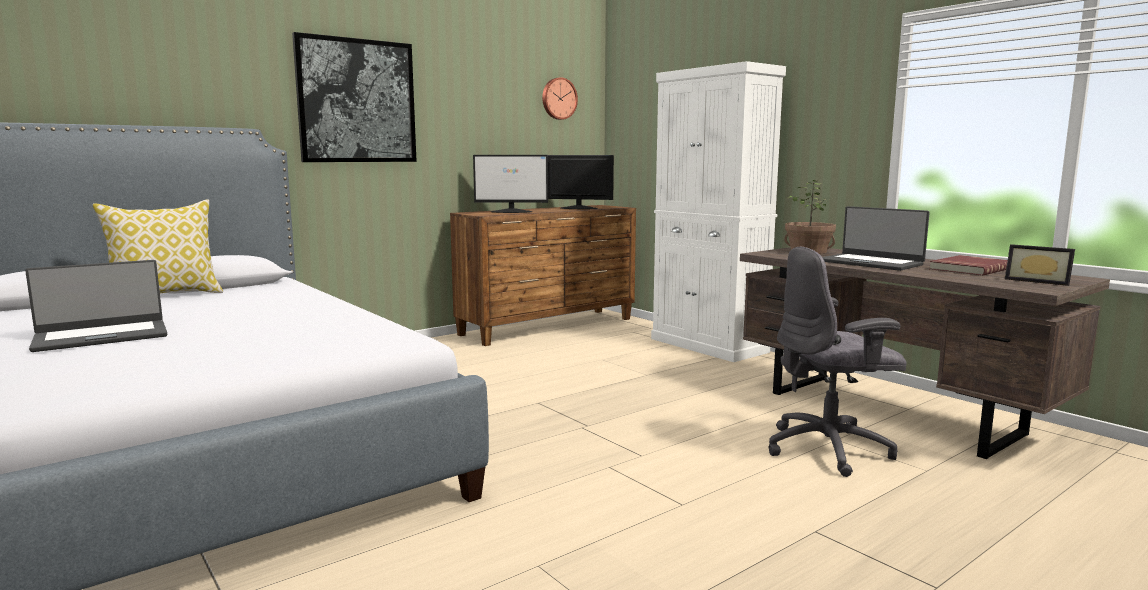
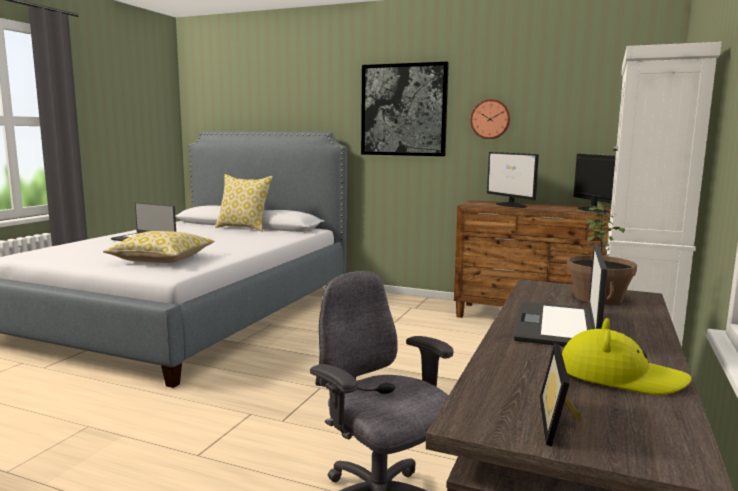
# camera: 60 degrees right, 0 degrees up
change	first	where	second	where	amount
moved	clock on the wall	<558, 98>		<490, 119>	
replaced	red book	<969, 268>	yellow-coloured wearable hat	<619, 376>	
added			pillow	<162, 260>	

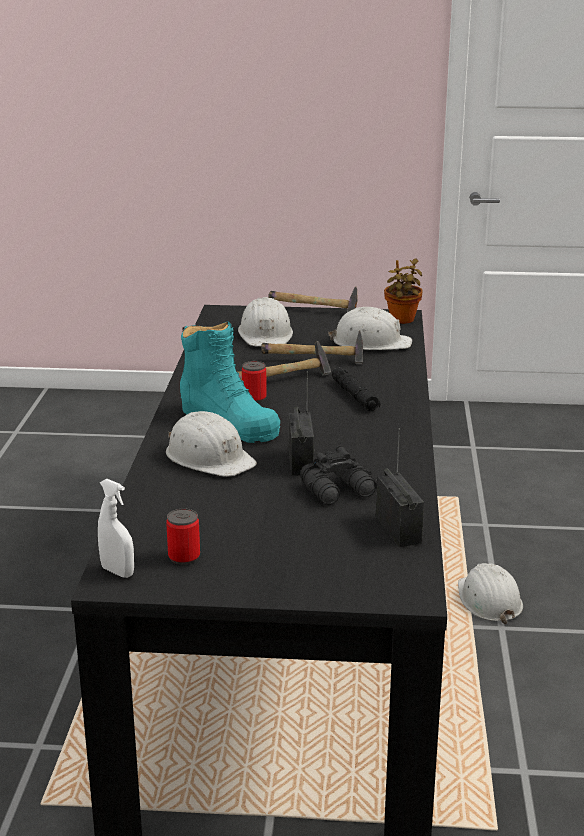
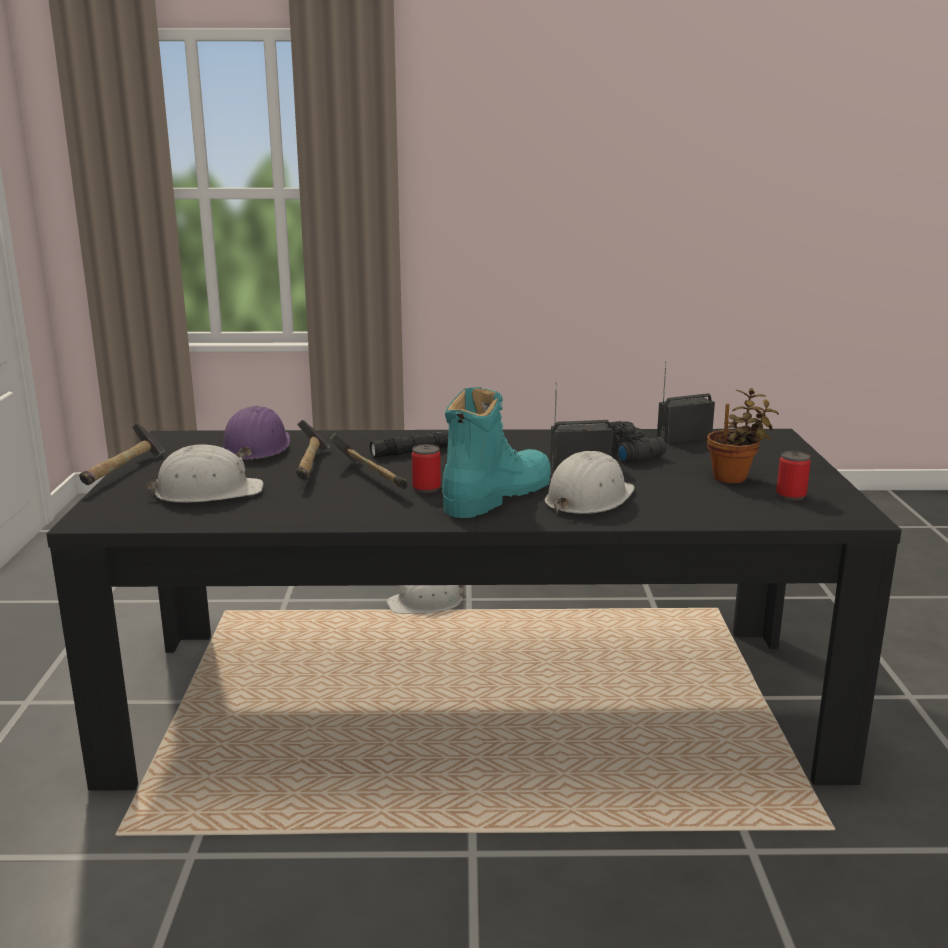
# camera: 95 degrees left, 5 degrees down
change	first	where	second	where	amount
removed	whitish spray bottle	<117, 572>			
recoloured	whitish work helmet	<371, 342>	purple-coloured work helmet	<256, 447>	
moved	plant in a pot	<402, 320>		<734, 478>	

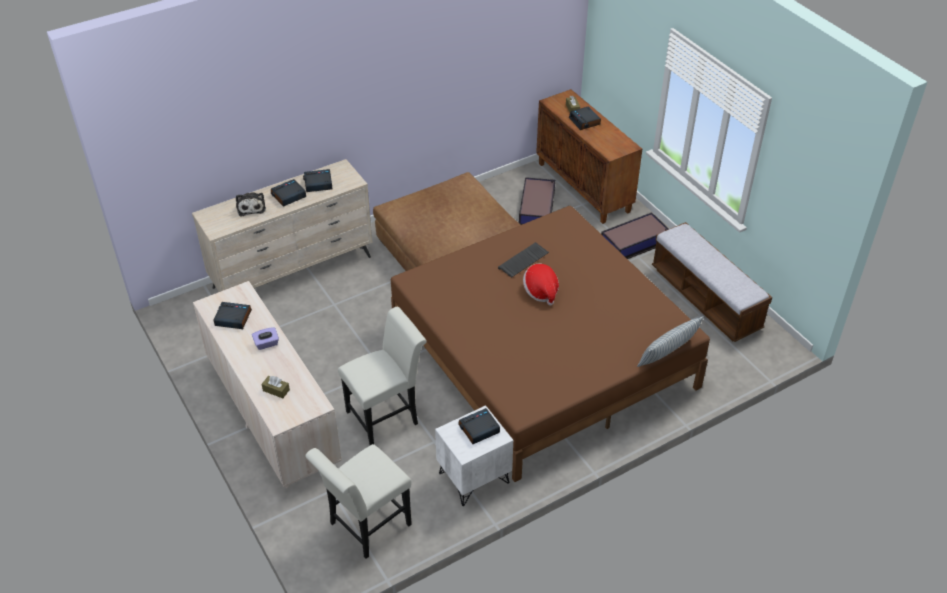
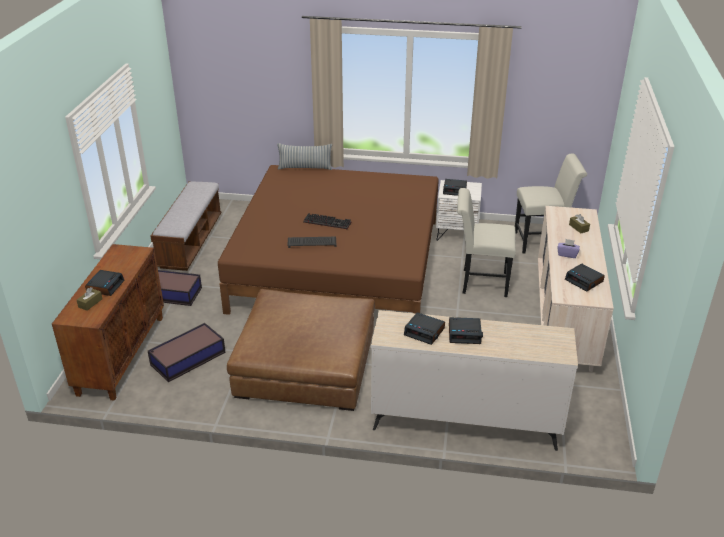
# camera: 140 degrees left, 10 degrees down
change	first	where	second	where	amount
removed	plush toy	<251, 207>			
replaced	wearable hat	<541, 291>	keyboard	<328, 222>	

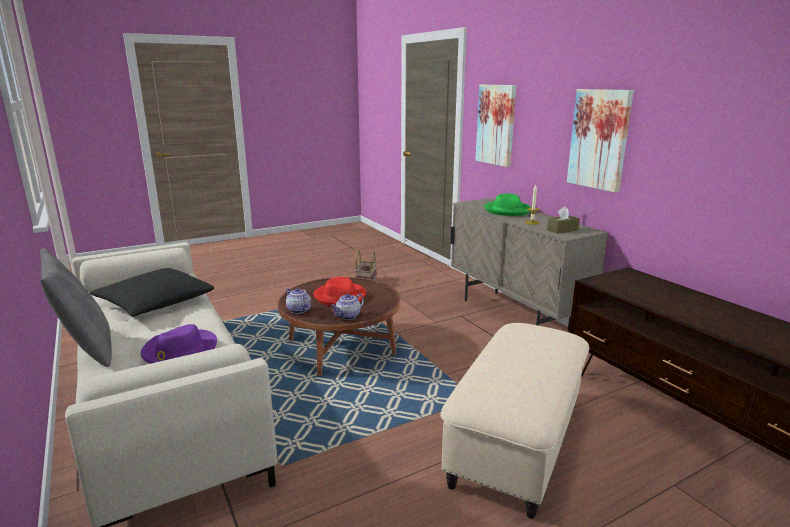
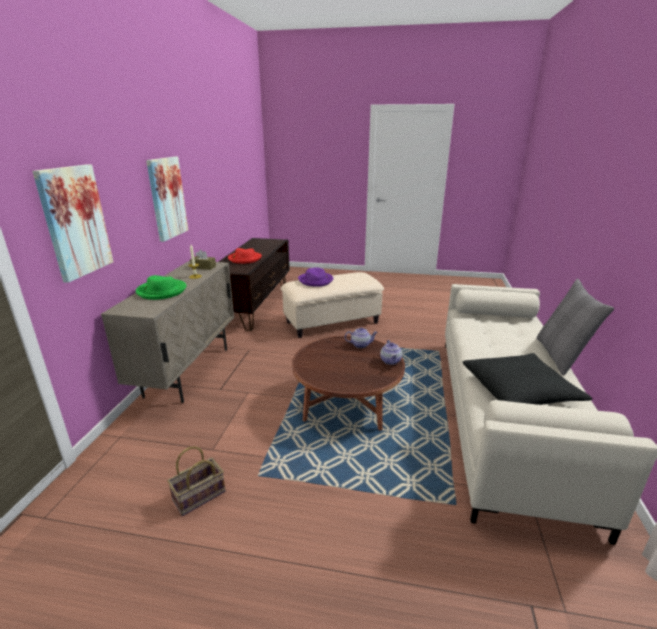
# camera: 140 degrees left, 5 degrees up
change	first	where	second	where	amount
moved	purple-coloured wearable hat	<179, 351>		<316, 281>	
moved	red wearable hat	<340, 296>		<244, 259>	

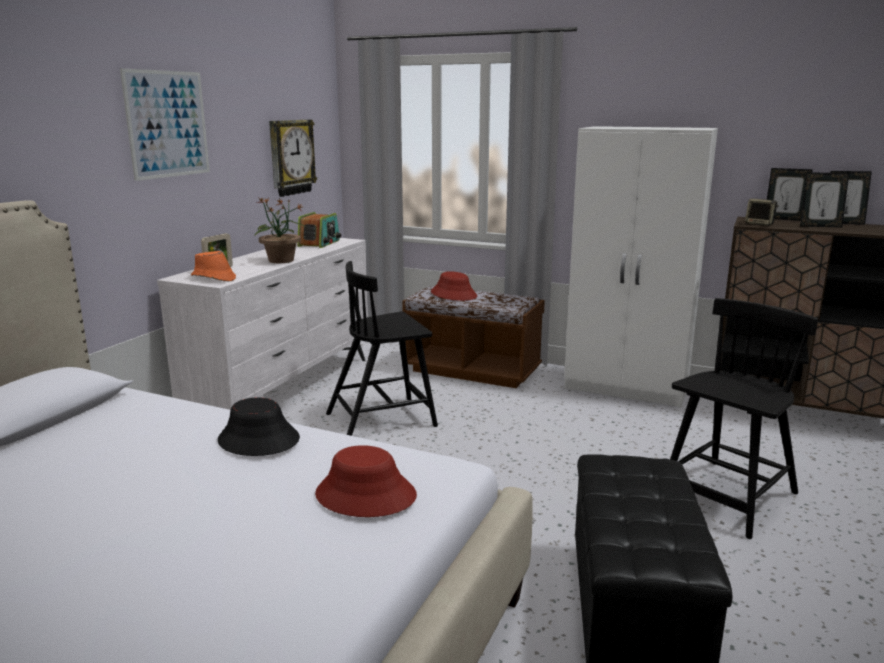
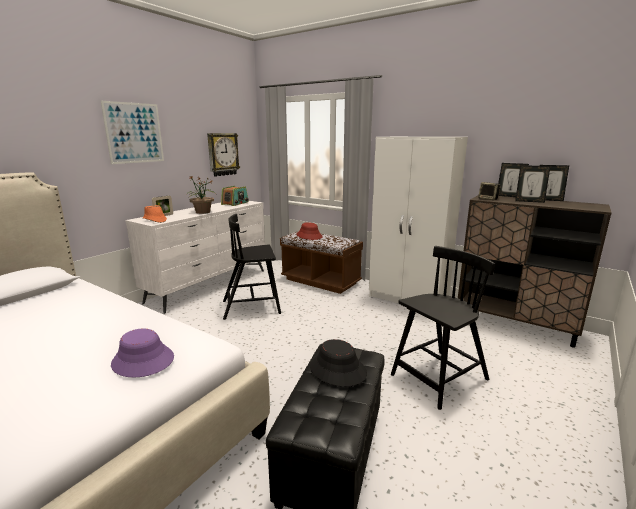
# camera: 10 degrees right, 0 degrees up
change	first	where	second	where	amount
moved	black-coloured wearable hat	<258, 440>		<337, 370>	
recoloured	red wearable hat	<365, 495>	purple-coloured wearable hat	<142, 361>	

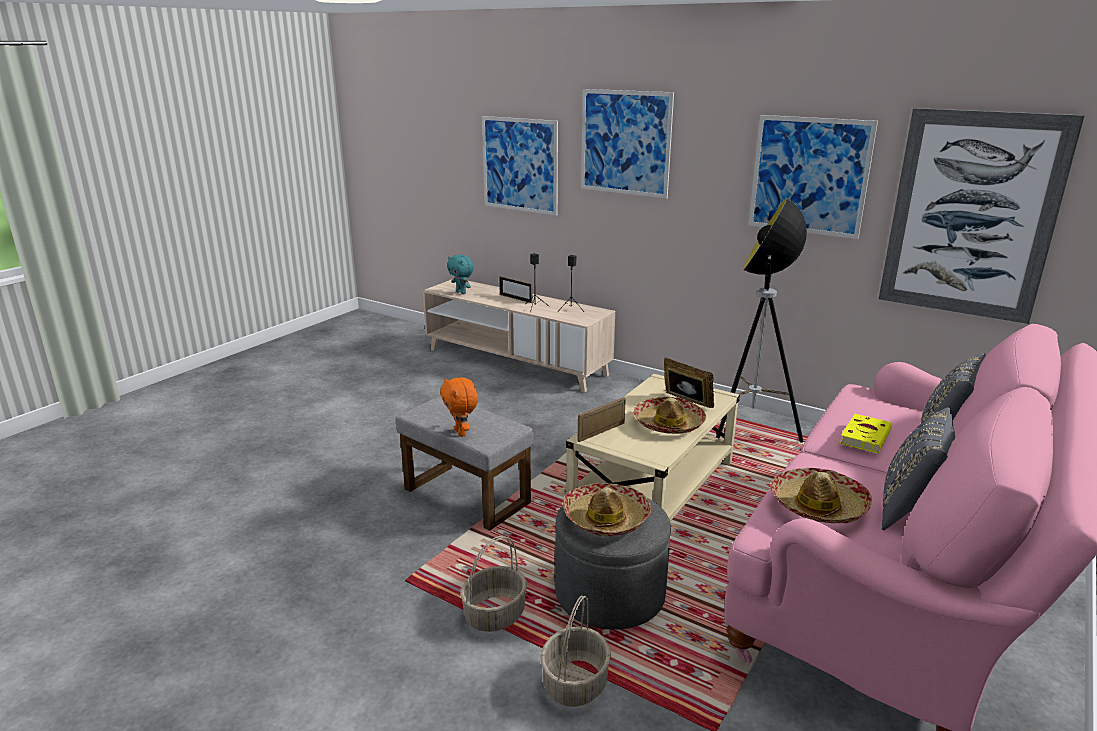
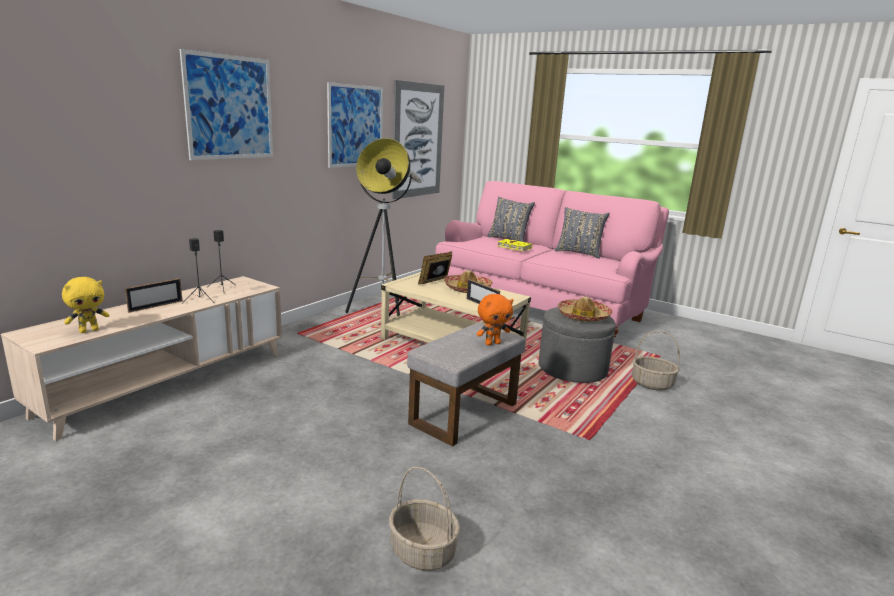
# camera: 90 degrees left, 5 degrees down
change	first	where	second	where	amount
recoloured	blue-green plush toy	<461, 292>	yellow-coloured plush toy	<89, 330>	
moved	storage basket	<495, 614>		<421, 552>	
removed	wall art	<520, 165>			
removed	wearable hat	<818, 505>			

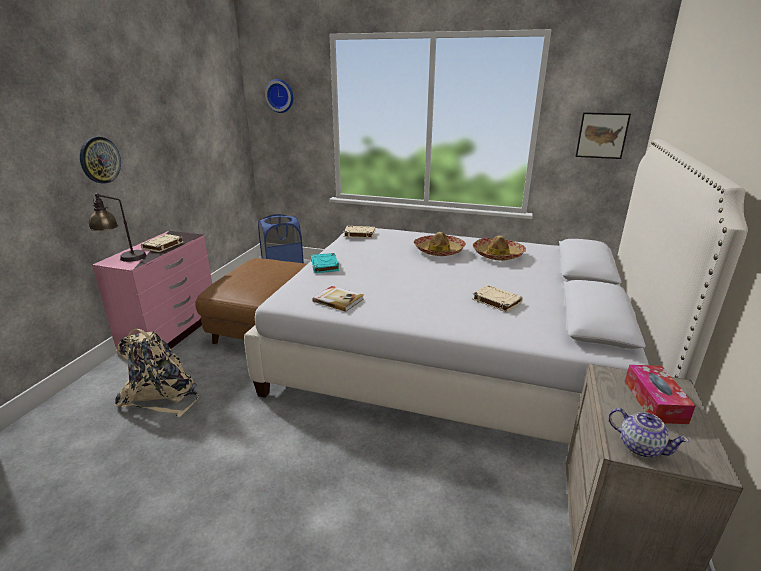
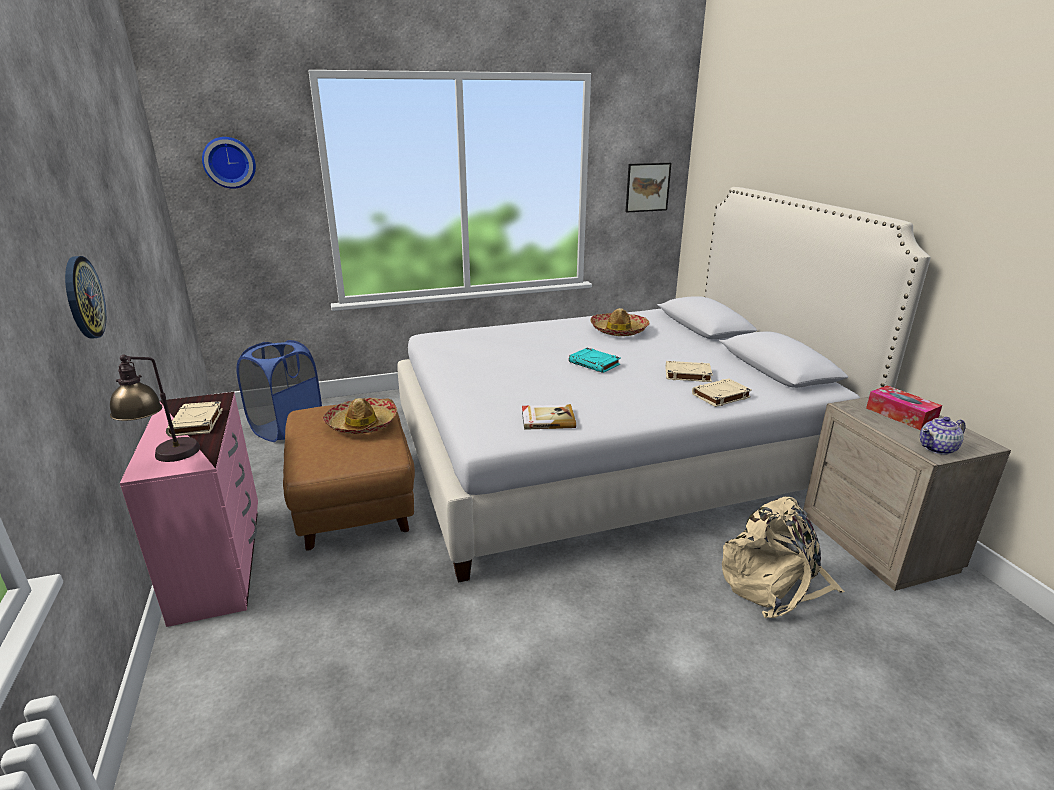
# camera: 35 degrees left, 0 degrees up
change	first	where	second	where	amount
moved	beige knapsack	<162, 395>		<774, 583>	
moved	blue-green book	<325, 266>		<595, 364>	
moved	beige book	<359, 234>		<720, 396>	
moved	wearable hat	<439, 251>		<362, 424>	
turned	teapot	<640, 446>		<938, 448>	150 degrees clockwise

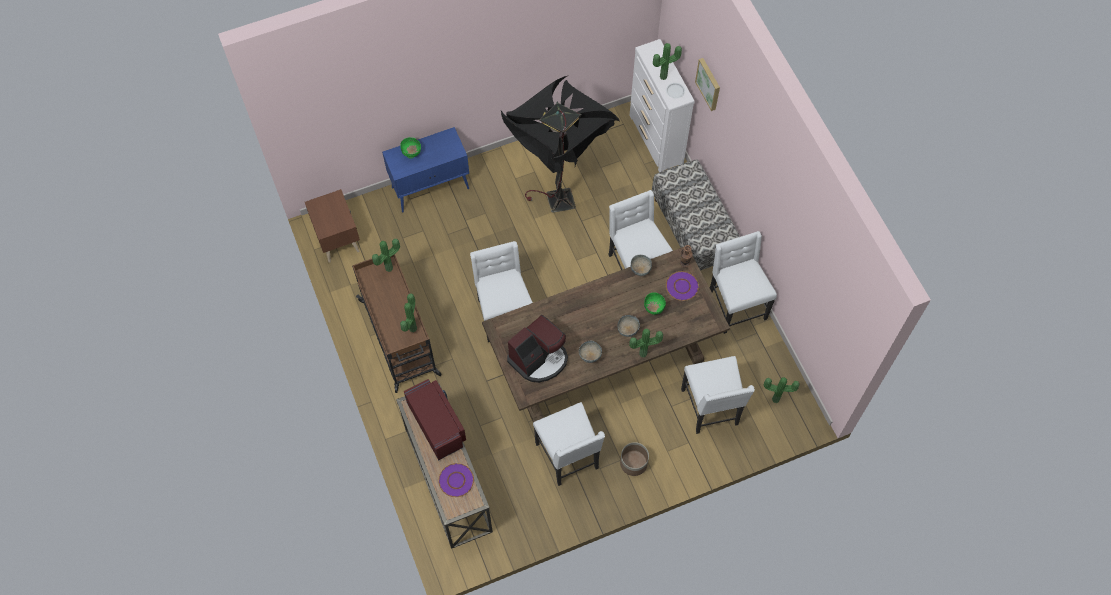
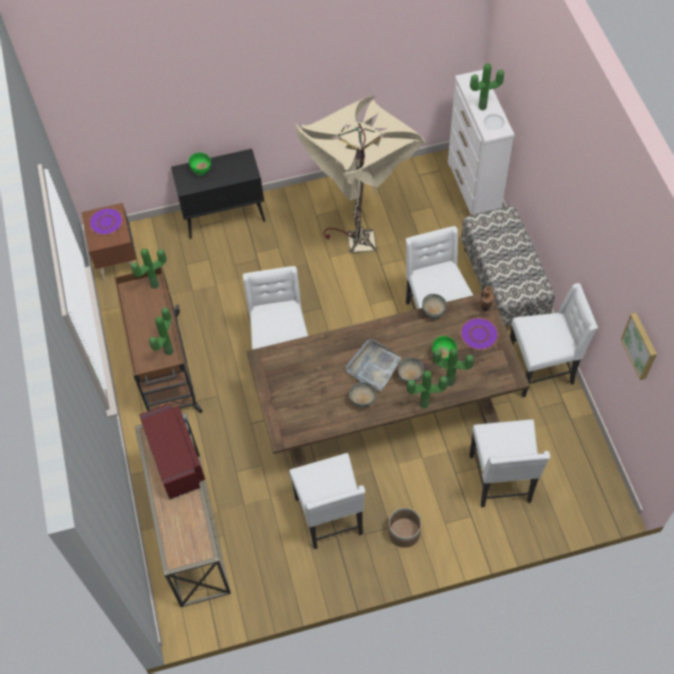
# camera: 10 degrees right, 5 degrees down
change	first	where	second	where	amount
recoloured	blue-coloured cabinet	<431, 188>	black-coloured cabinet	<225, 217>	
moved	purple-coloured dinner plate	<456, 480>		<106, 222>	
recoloured	black-coloured standing lamp	<559, 193>	beige standing lamp	<361, 234>	
removed	coffee machine	<539, 358>			
moved	wall art	<709, 83>		<641, 345>	
turned	whitish upright chair	<735, 305>		<542, 369>	90 degrees clockwise
moved	plant in a pot	<775, 398>		<450, 380>	
added			gray serving tray	<373, 366>	

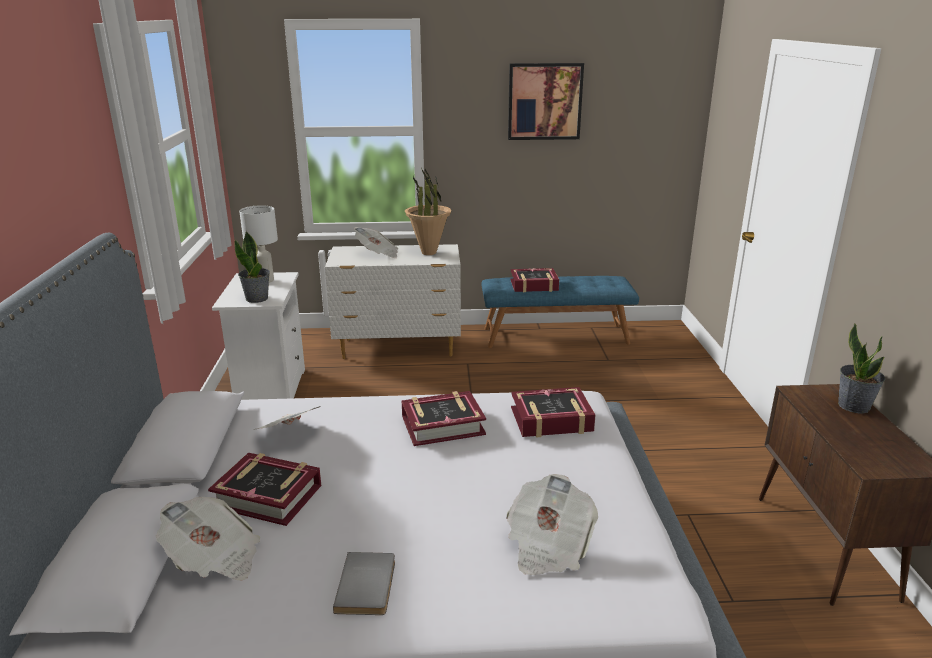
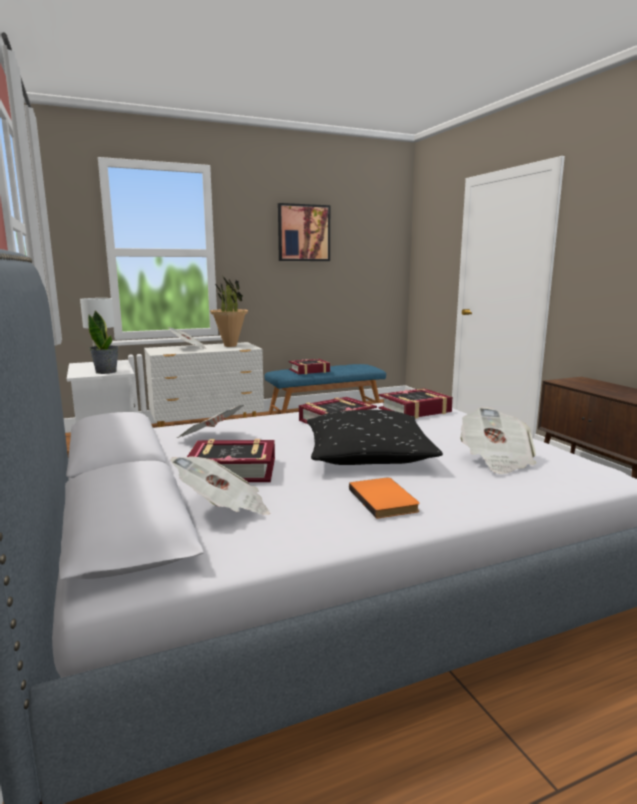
# camera: 20 degrees left, 10 degrees down
change	first	where	second	where	amount
recoloured	gray book	<368, 585>	orange book	<385, 500>	
removed	plant in a pot	<854, 405>			
added			black-coloured pillow	<368, 454>	

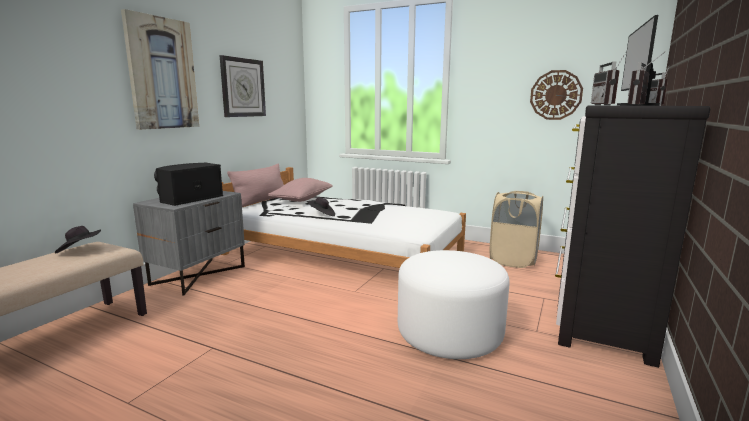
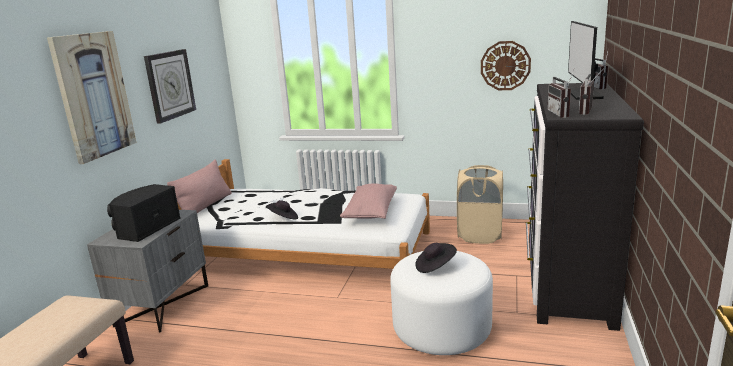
# camera: 10 degrees left, 5 degrees up
change	first	where	second	where	amount
moved	black-coloured wearable hat	<80, 251>		<435, 267>	
moved	pinkish pillow	<302, 199>		<370, 212>	

